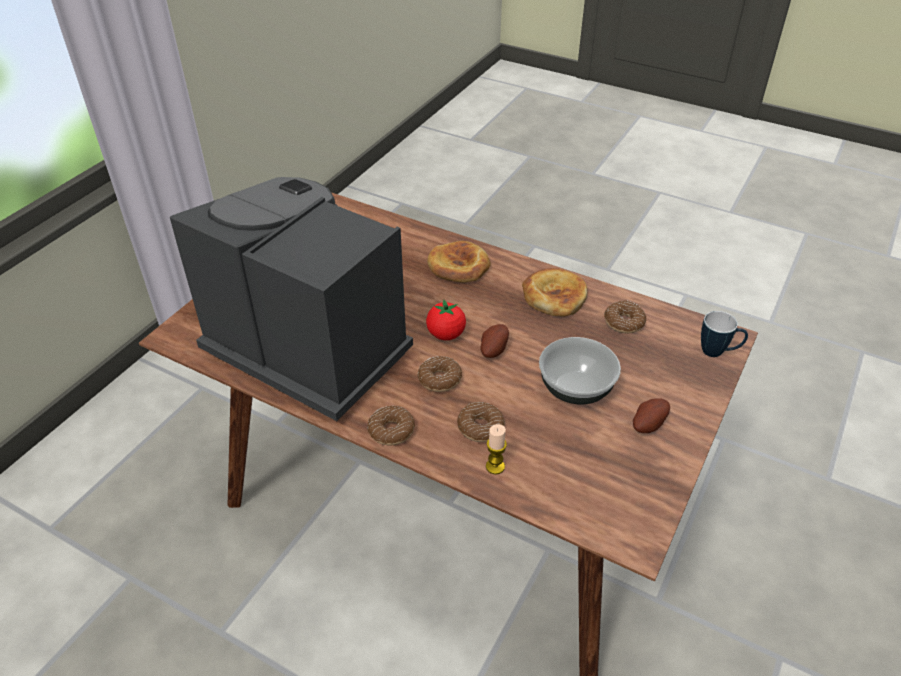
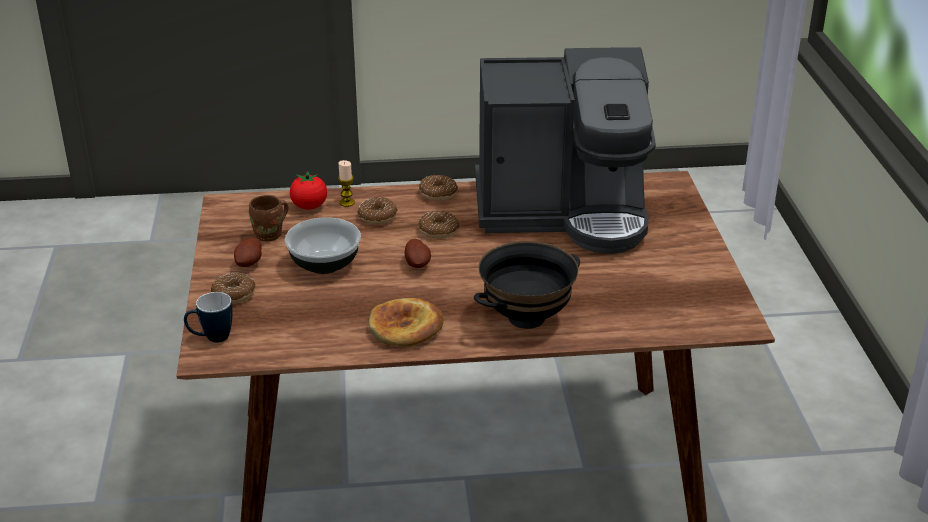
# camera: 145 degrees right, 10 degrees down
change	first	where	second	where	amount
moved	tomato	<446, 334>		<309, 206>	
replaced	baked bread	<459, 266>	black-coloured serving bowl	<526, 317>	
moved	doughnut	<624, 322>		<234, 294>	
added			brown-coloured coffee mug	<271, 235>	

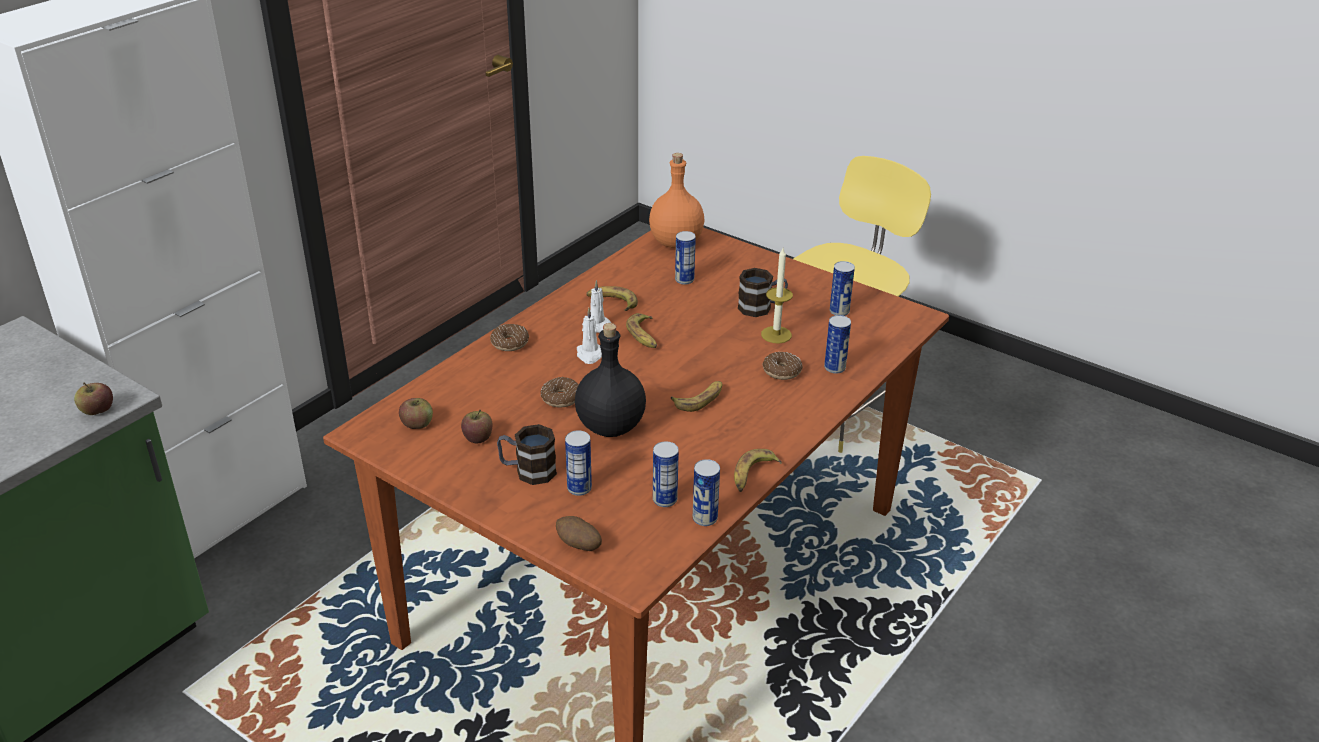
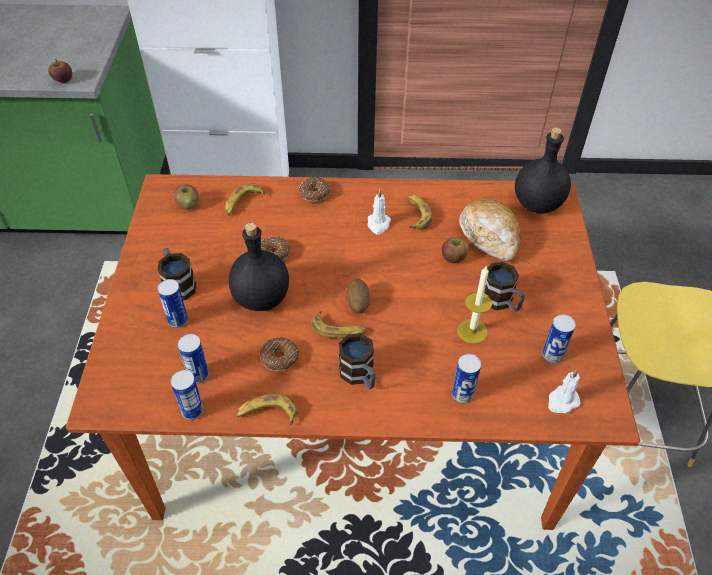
# camera: 55 degrees right, 15 degrees up
change	first	where	second	where	amount
moved	whole apple	<478, 438>		<453, 257>	
moved	spud	<578, 545>		<357, 303>	
moved	whitish wax light	<590, 354>		<562, 401>	
moved	banana	<644, 336>		<243, 203>	
recoloured	orange beverage bottle	<675, 242>	black-coloured beverage bottle	<537, 203>	
replaced	can	<684, 280>	baked bread	<490, 236>	
moved	doughnut	<782, 371>		<279, 358>	
added			coffee mug	<360, 376>	

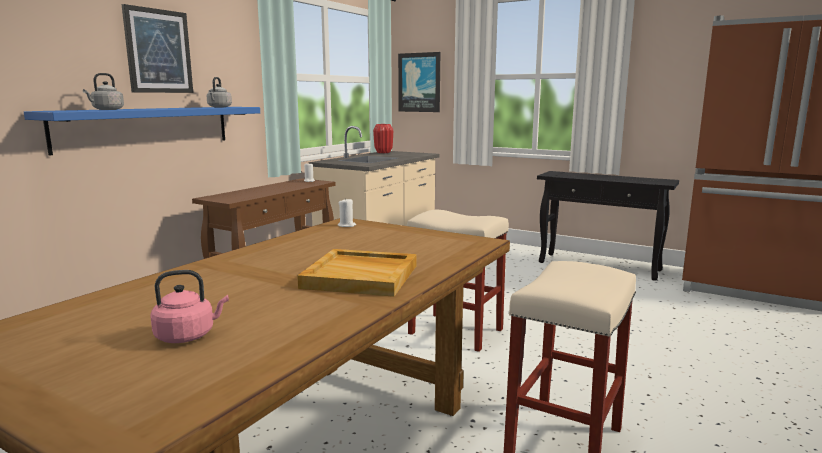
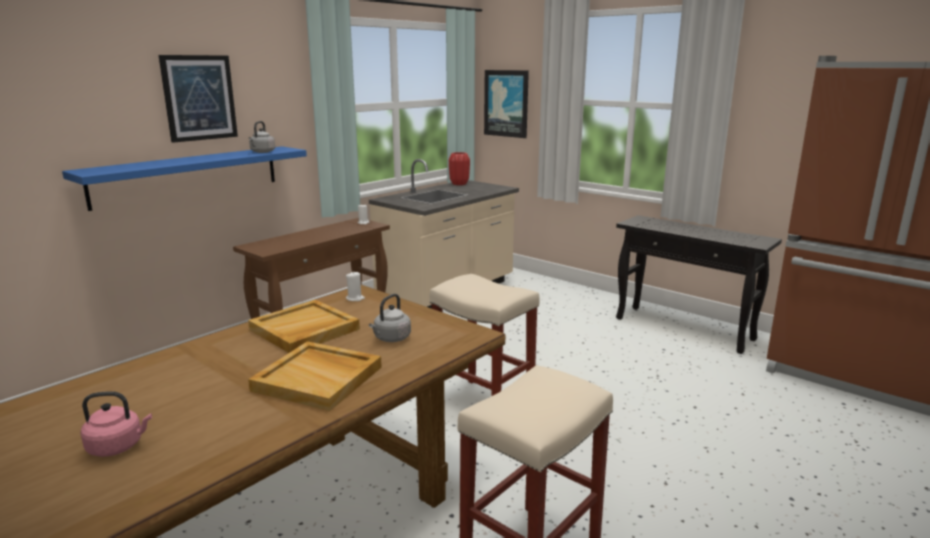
# camera: 10 degrees right, 5 degrees up
change	first	where	second	where	amount
moved	gray kettle	<106, 109>		<391, 338>	
added			beige serving tray	<304, 330>	

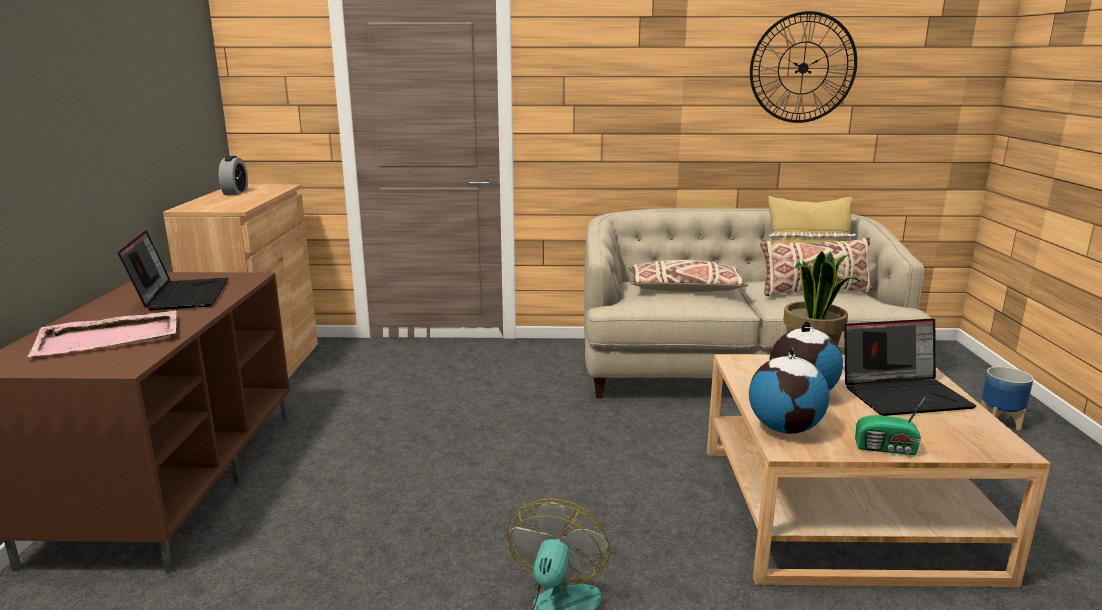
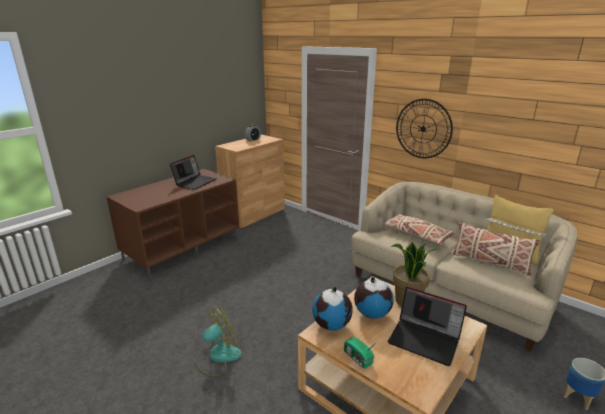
# camera: 40 degrees right, 5 degrees up
change	first	where	second	where	amount
removed	pinkish serving tray	<110, 337>			
moved	clock on the wall	<803, 68>		<423, 129>	

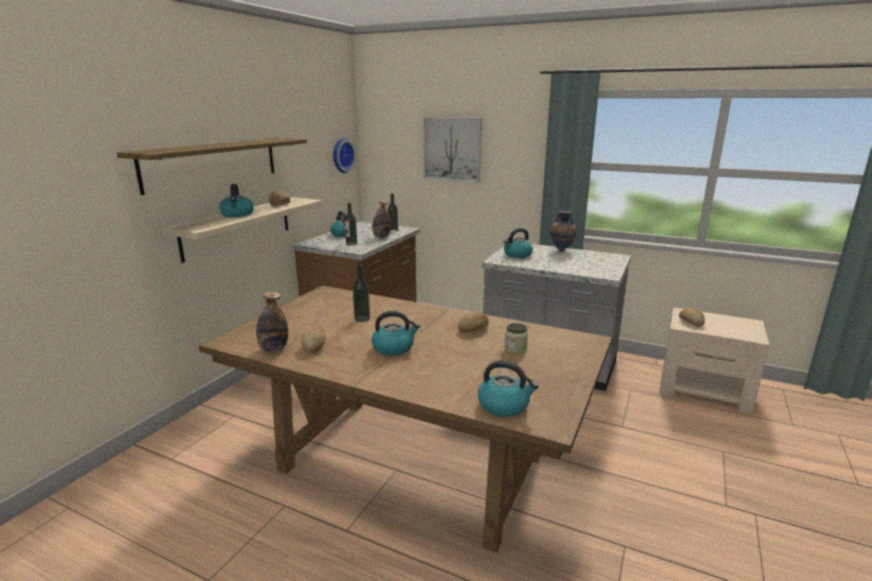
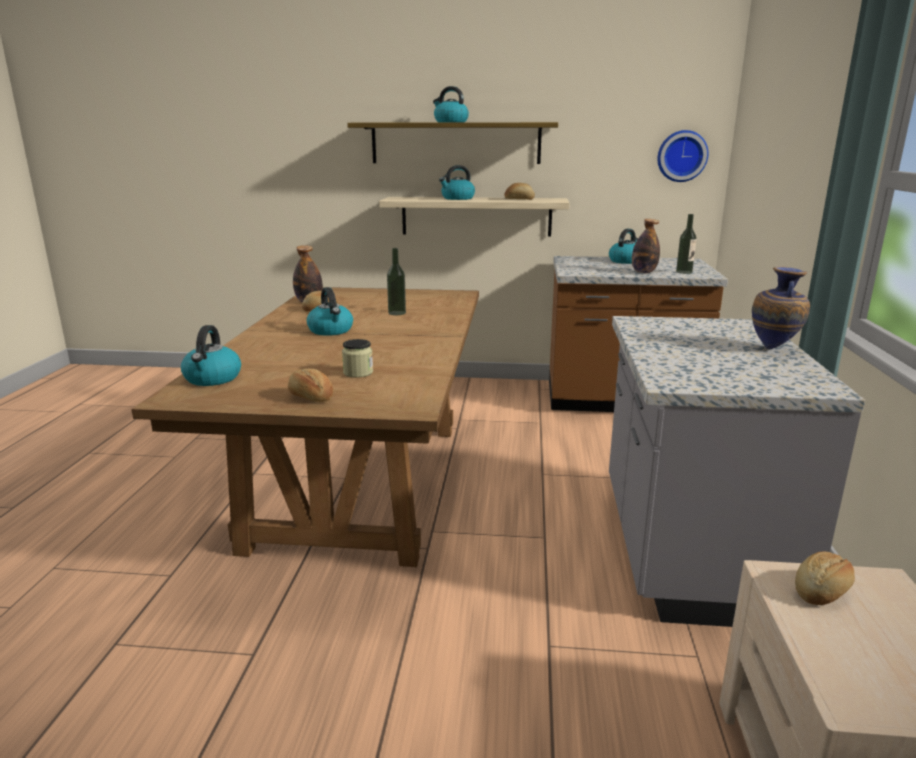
# camera: 70 degrees right, 0 degrees up
change	first	where	second	where	amount
removed	beverage bottle	<351, 244>			
removed	wall art	<452, 149>			
moved	baked bread	<473, 329>		<310, 397>	
moved	kettle	<517, 255>		<450, 122>	

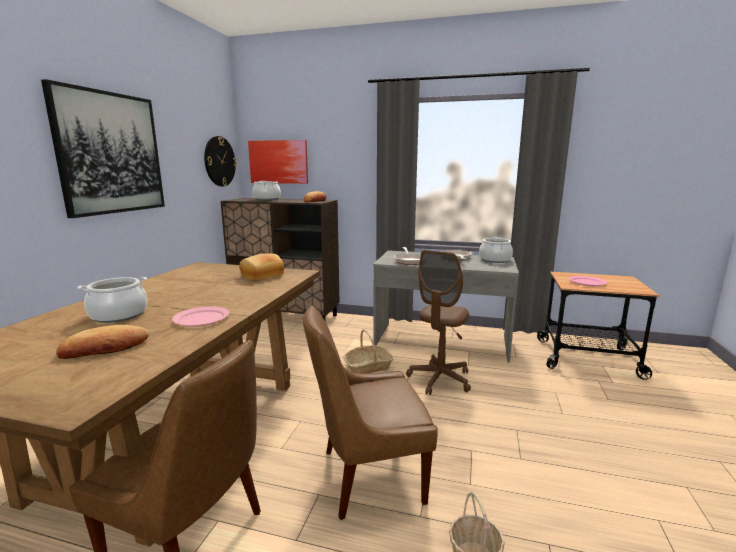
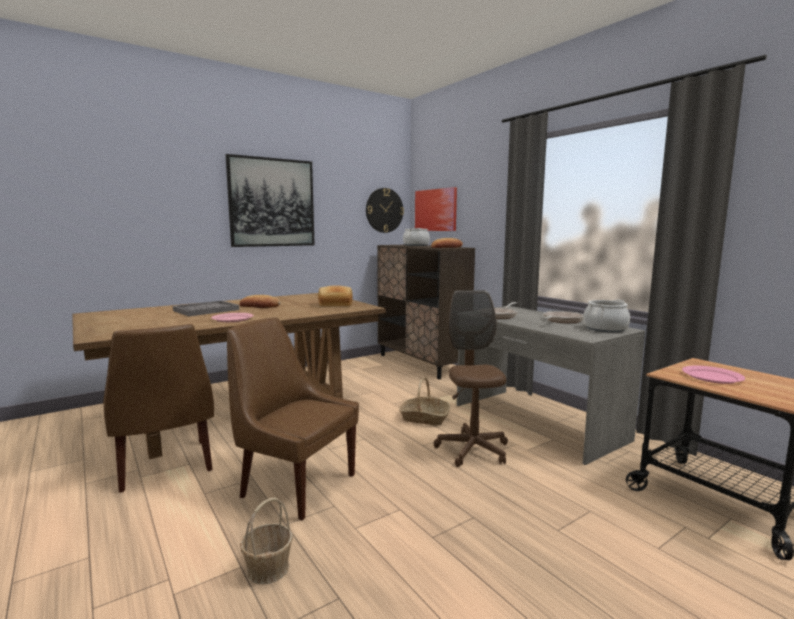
# camera: 40 degrees right, 5 degrees down
change	first	where	second	where	amount
moved	baked bread	<104, 348>		<260, 306>	
replaced	saucepot	<119, 315>	gray serving tray	<206, 310>	
turned	brown-coloured office chair	<439, 379>		<472, 450>	105 degrees clockwise

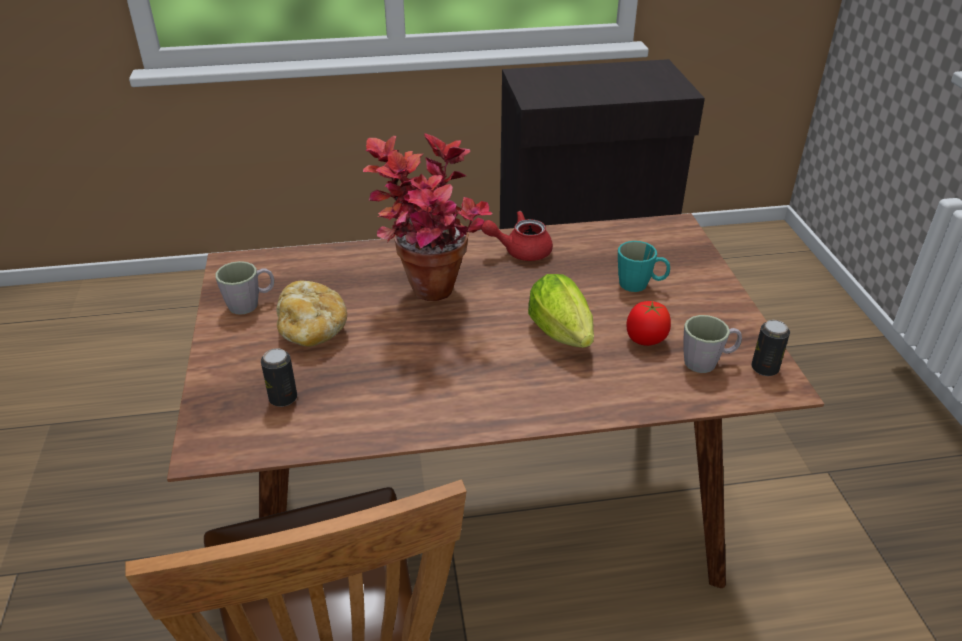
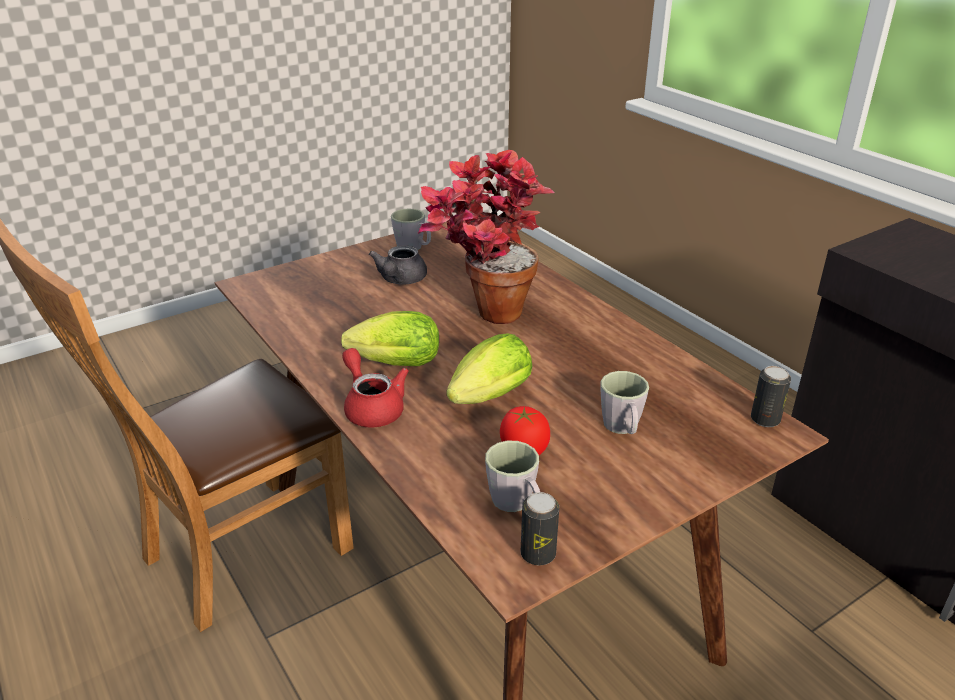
# camera: 65 degrees right, 5 degrees down
change	first	where	second	where	amount
moved	can	<283, 398>		<765, 419>	
replaced	baked bread	<312, 330>	gray teapot	<400, 280>	
moved	red teapot	<520, 250>		<372, 407>	
recoloured	blue-green coffee mug	<640, 285>	gray coffee mug	<622, 429>	
added			lettuce	<391, 364>	

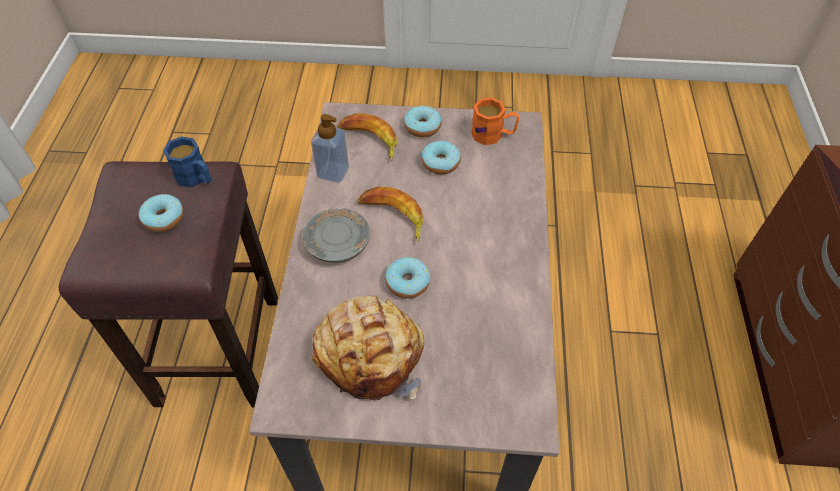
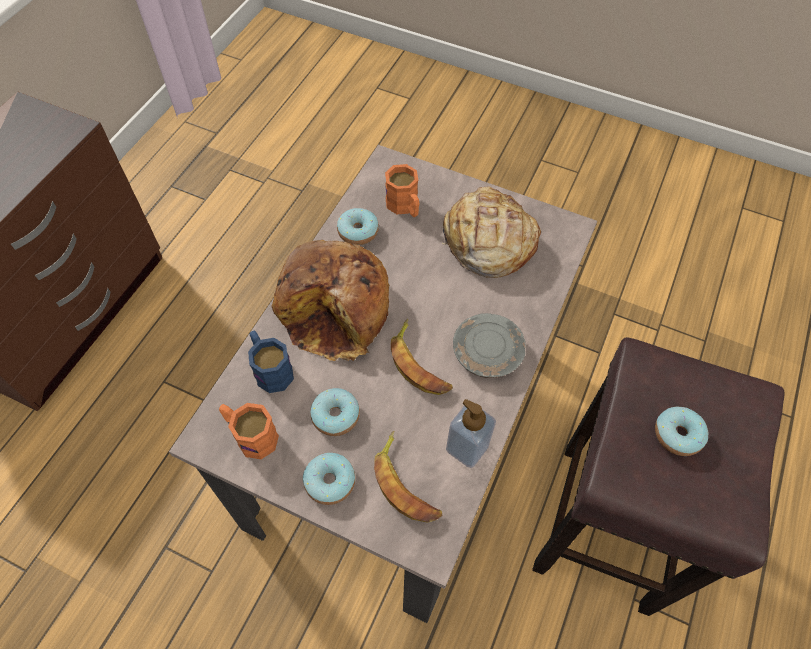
# camera: 160 degrees left, 5 degrees up
change	first	where	second	where	amount
moved	blue-coloured coffee mug	<196, 178>		<270, 369>	
moved	doughnut	<407, 282>		<358, 232>	
added			baked bread	<336, 310>	
added			orange coffee mug	<405, 207>	

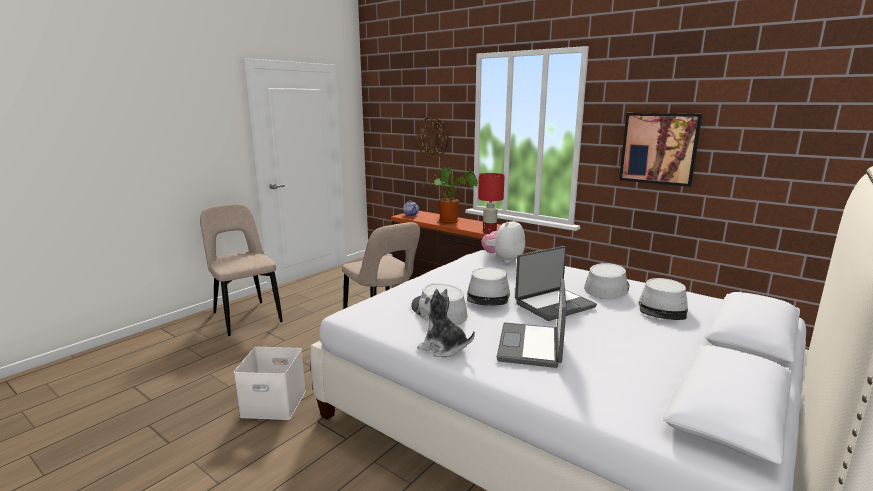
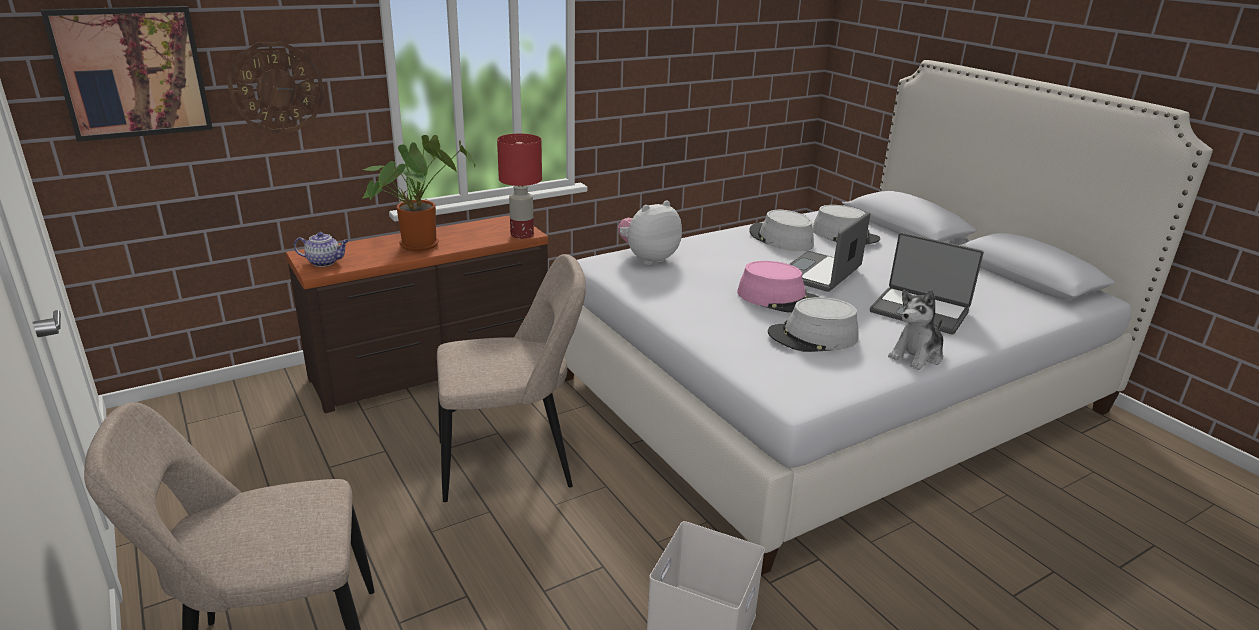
# camera: 70 degrees left, 10 degrees up
change	first	where	second	where	amount
recoloured	gray wearable hat	<488, 296>	pinkish wearable hat	<778, 298>	
turned	plush toy	<503, 260>		<648, 259>	90 degrees clockwise
turned	laptop	<554, 305>		<820, 273>	135 degrees counterclockwise
moved	wall art	<659, 148>		<132, 72>	

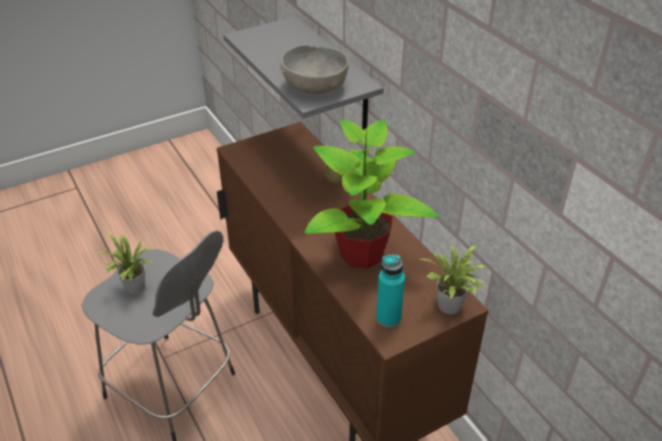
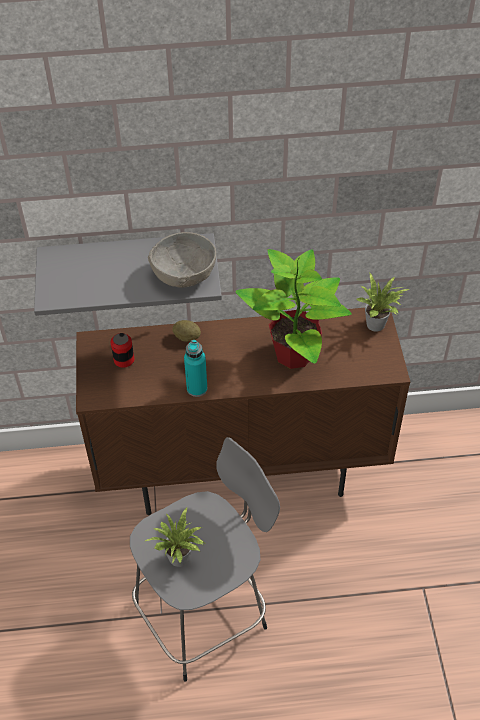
# camera: 65 degrees left, 10 degrees up
change	first	where	second	where	amount
moved	blue-green beverage bottle	<388, 318>		<197, 388>	
added			can	<124, 360>	

